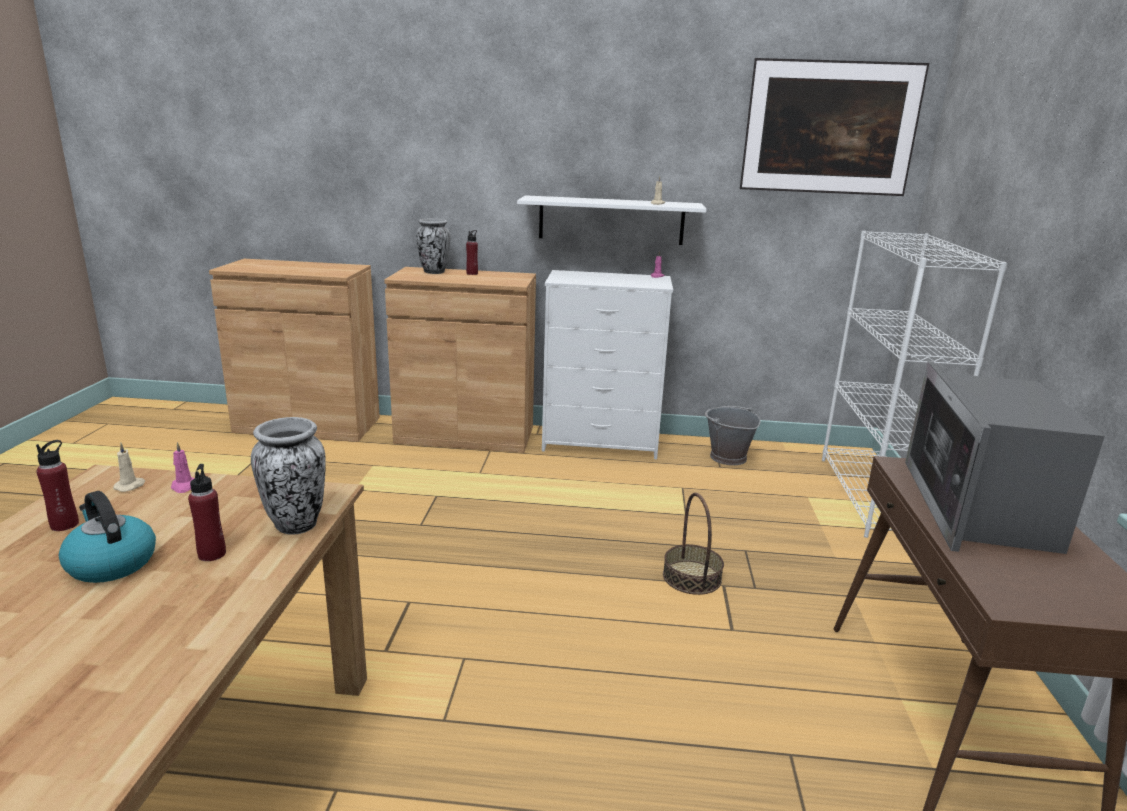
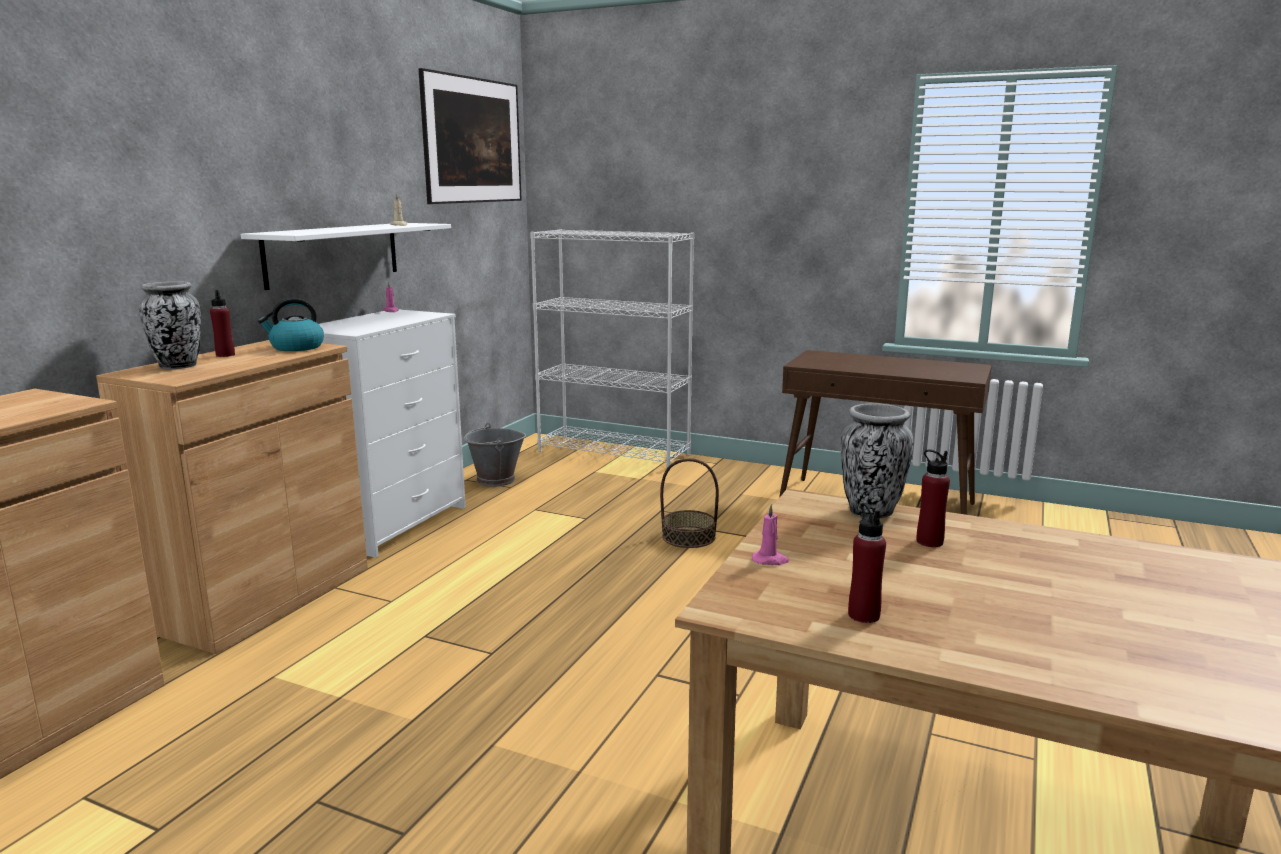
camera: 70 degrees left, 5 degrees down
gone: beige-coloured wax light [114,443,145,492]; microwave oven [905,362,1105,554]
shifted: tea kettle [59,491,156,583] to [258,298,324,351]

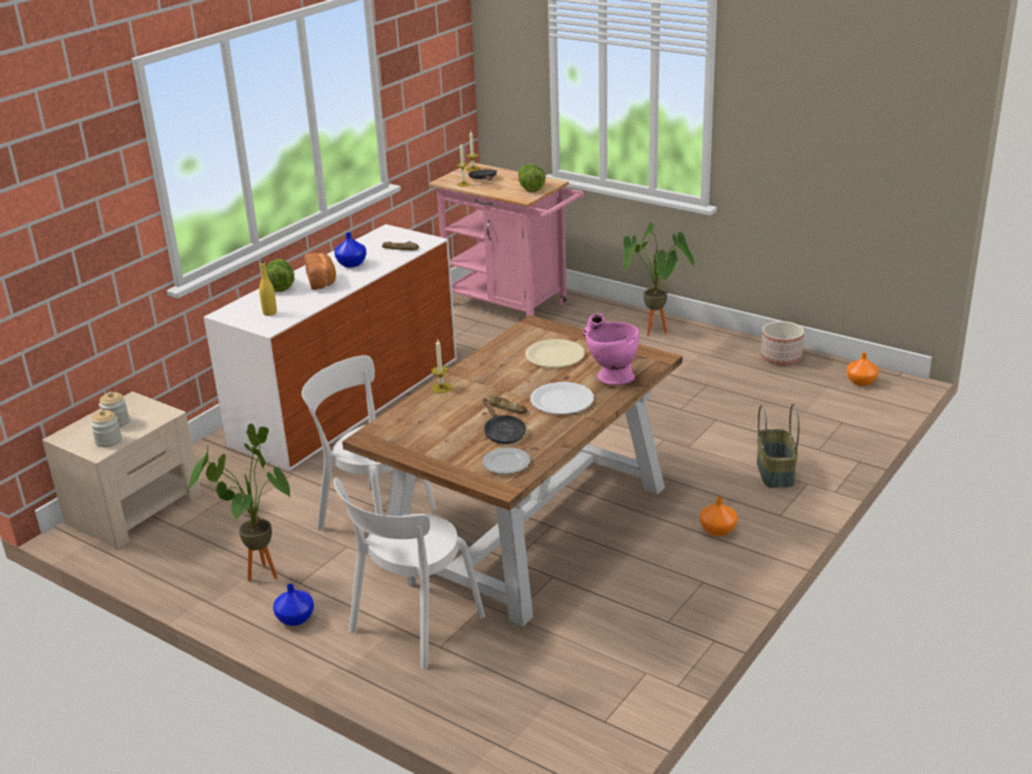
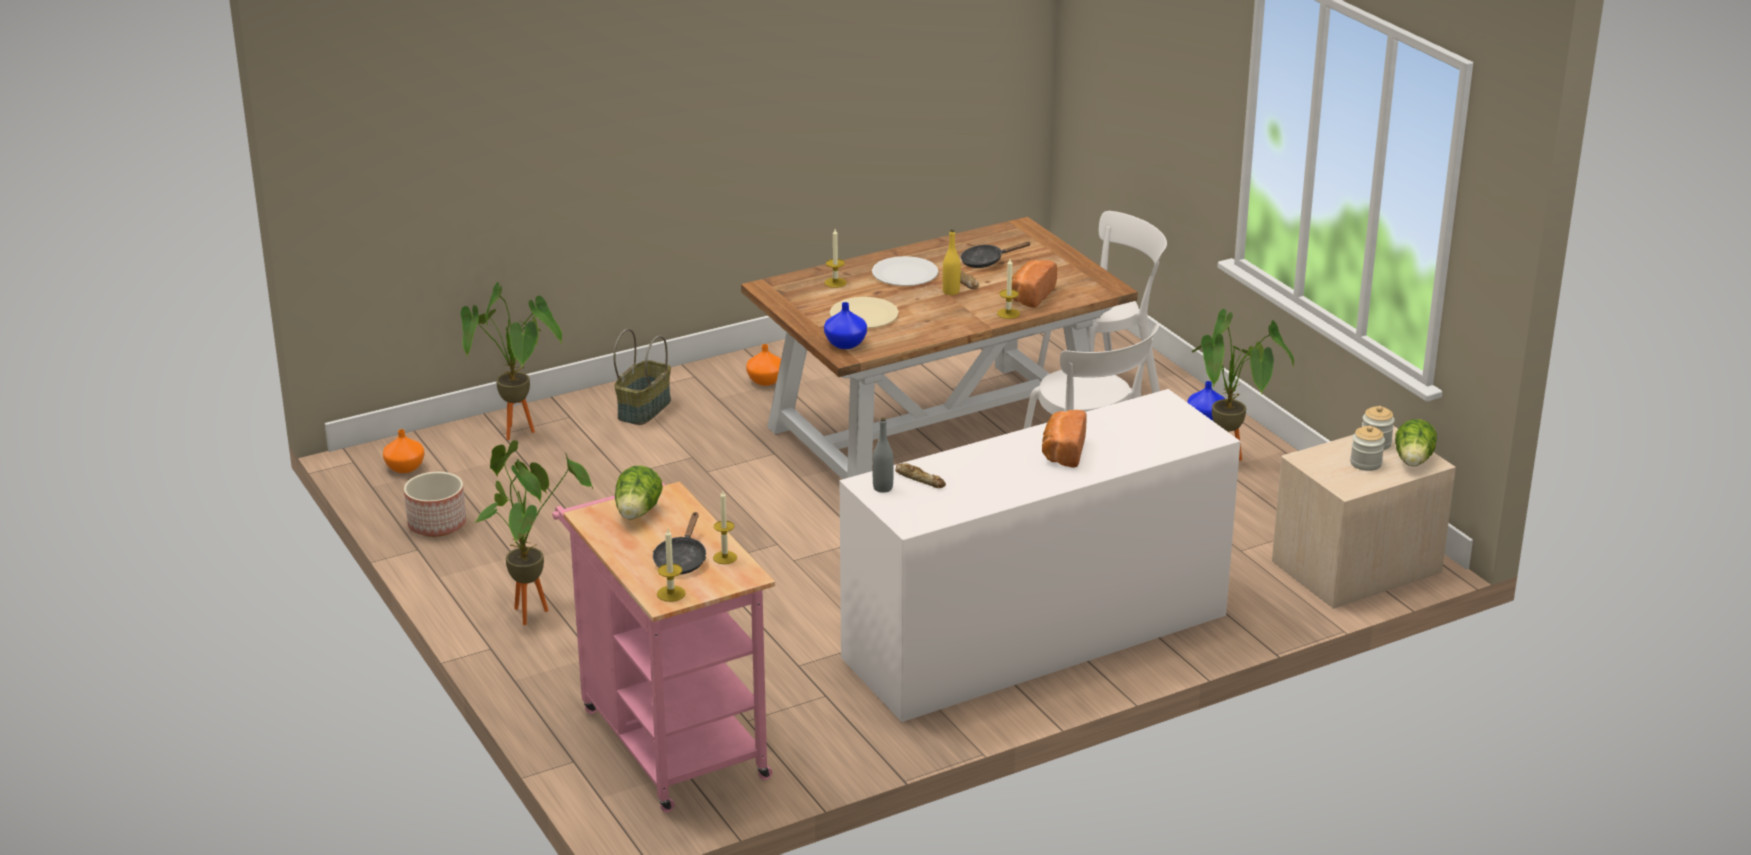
camera: 155 degrees left, 0 degrees up
gone: plate [483,448,531,474]
new: potted plant [460,282,562,440]; gray bottle [872,417,894,493]; bread [1012,260,1057,308]
shifted: blue-coloured decorative vase [334,232,367,268] to [824,302,867,349]; yellow bottle [259,261,277,316] to [943,229,961,295]; lettuce [266,259,294,292] to [1395,419,1437,467]
swapped: pink-coloured decorative vase [582,313,639,385] to wax light [824,229,847,288]
rotated: black-coloured skillet [483,398,526,444] = [961,242,1030,268] 105 degrees counterclockwise

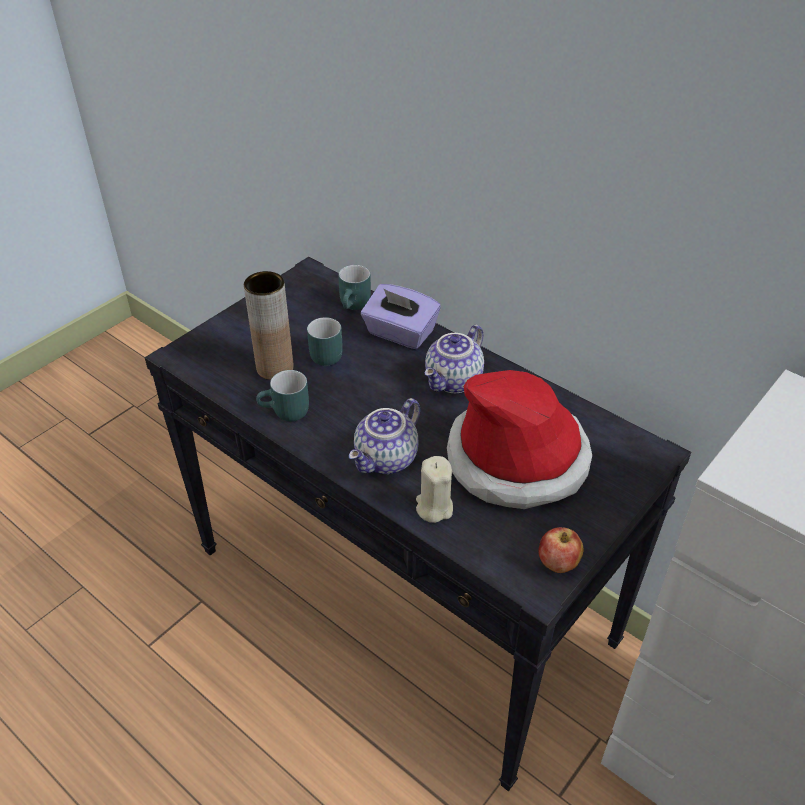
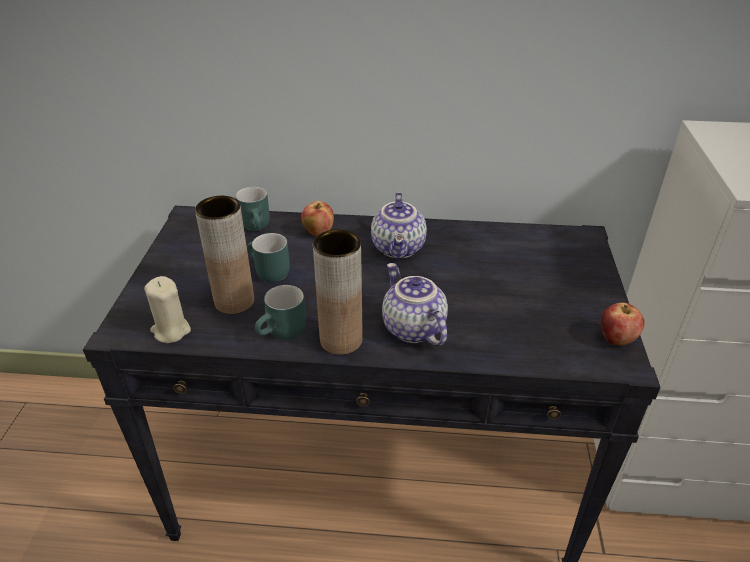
camera: 35 degrees left, 5 degrees down
gone: clothing hat [447,370,592,509]
new: brown decorative vase [313,229,363,355]
shifted: beige-coloured wax light [416,456,453,523] to [144,276,191,343]
swapped: purplish tissue box [361,284,441,349] to apple fruit [301,201,334,236]
rotated: tea pot [349,398,420,474] = [382,263,448,346] 150 degrees clockwise

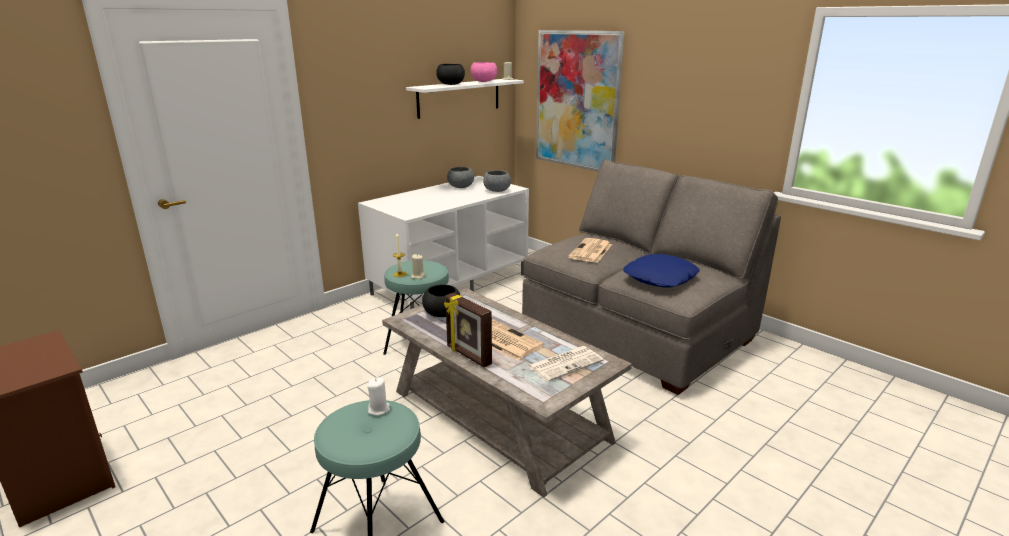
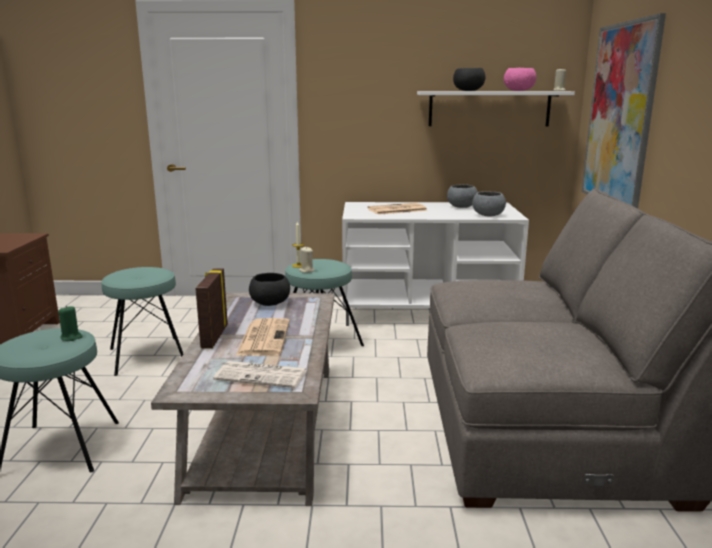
camera: 45 degrees right, 5 degrees down
gone: blue-coloured throw pillow [623,254,700,288]
new: turquoise-coloured sitting stool [101,267,183,376]
shifted: daily paper [568,238,612,263] to [367,203,428,215]
repainted: white-coloured wax light [367,377,390,415] to greenish wax light [58,305,83,341]

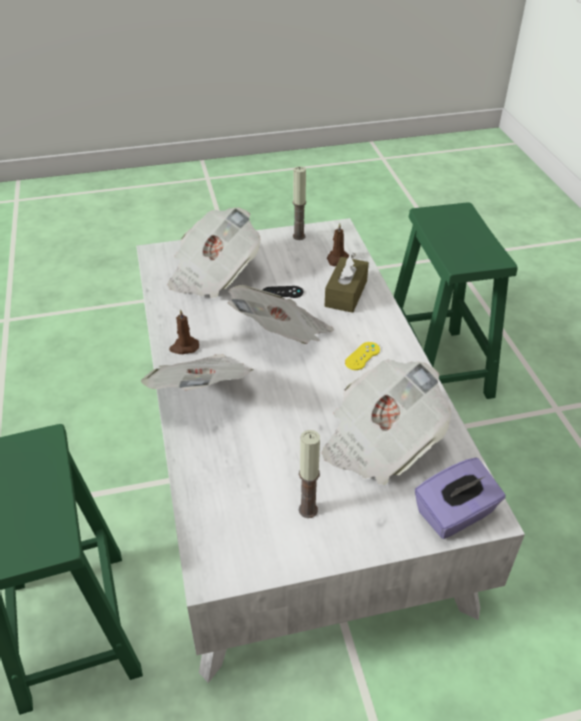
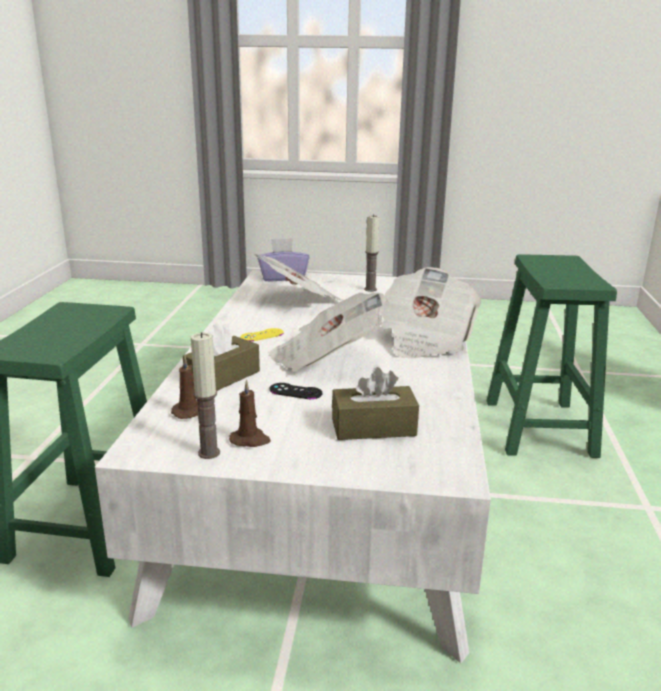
camera: 160 degrees left, 20 degrees down
shifted: brown wax light [169,309,199,354] to [229,380,271,447]
swapped: daily paper [168,208,260,298] to brown tissue box [332,367,419,440]

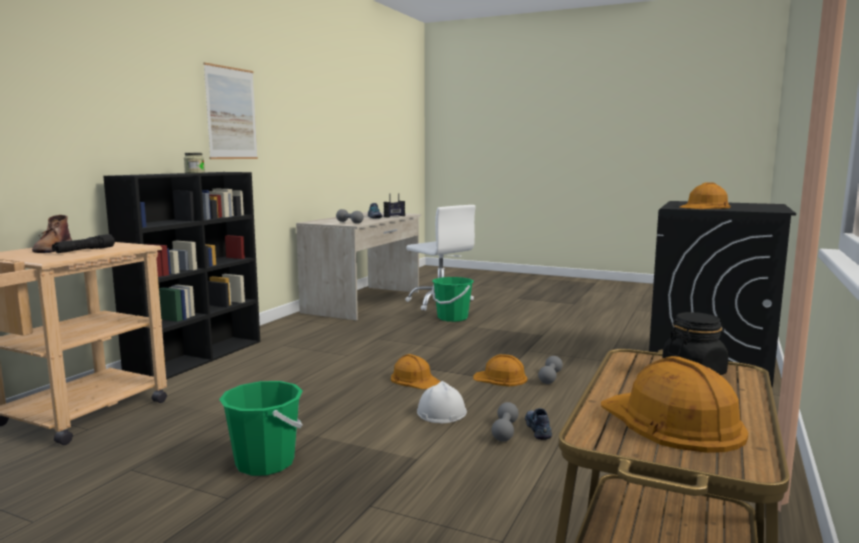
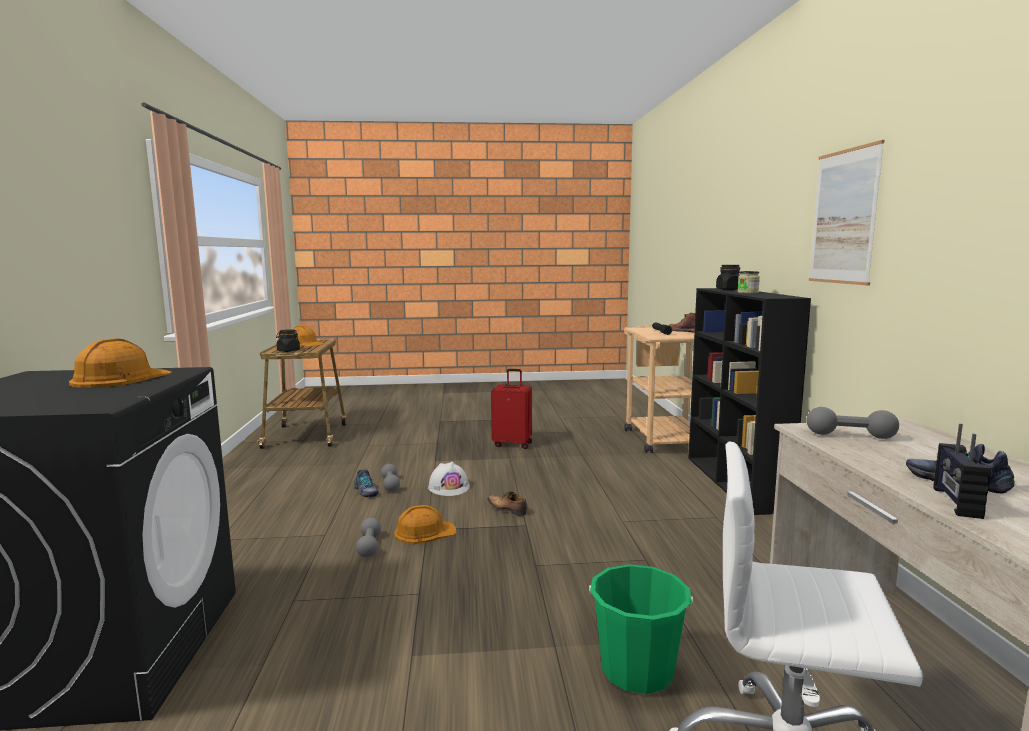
camera: 150 degrees right, 0 degrees up
new: black-coloured storage jar [716,265,740,290]
swapped: orange-coloured safety helmet [391,354,441,389] to shoe [487,491,527,516]; greenish water bucket [219,381,303,476] to red-coloured piece of luggage [491,369,532,449]

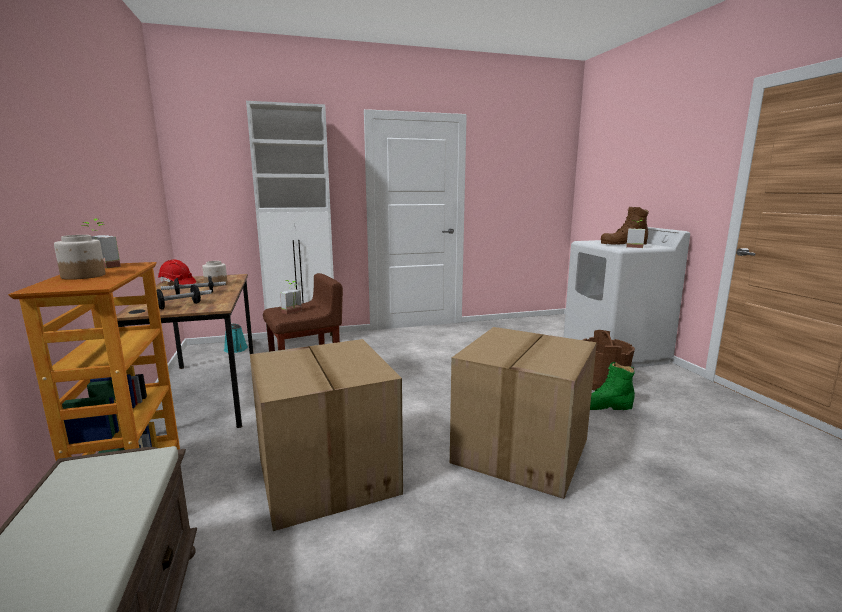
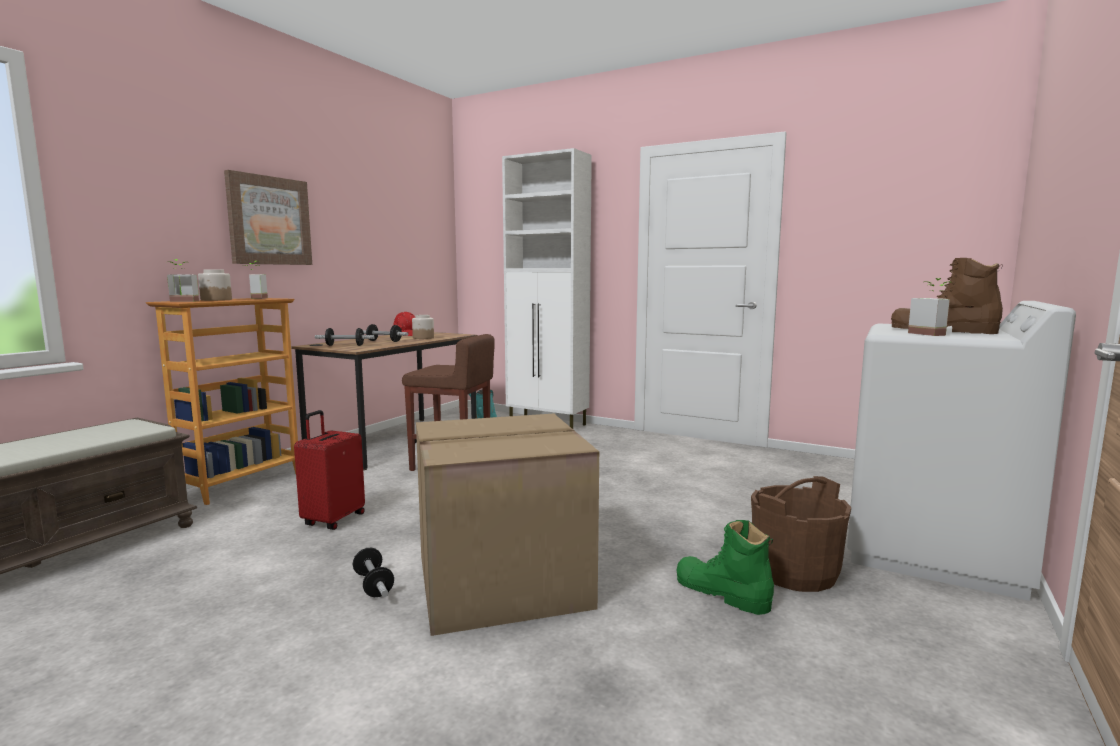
camera: 45 degrees right, 5 degrees down
new: picture [224,170,312,265]; dumbbell [353,548,394,597]
shifted: potted plant [280,280,302,314] to [167,259,199,302]
swapped: carton [250,339,403,531] to red-coloured piece of luggage [294,410,365,530]

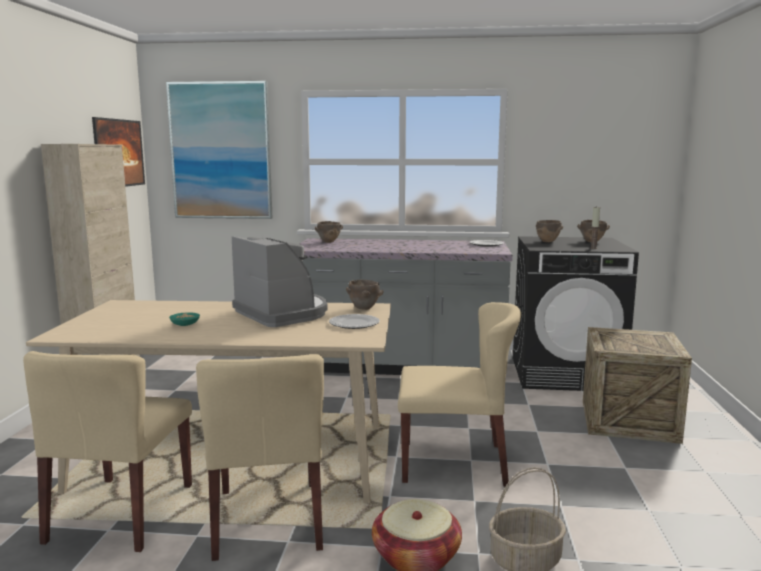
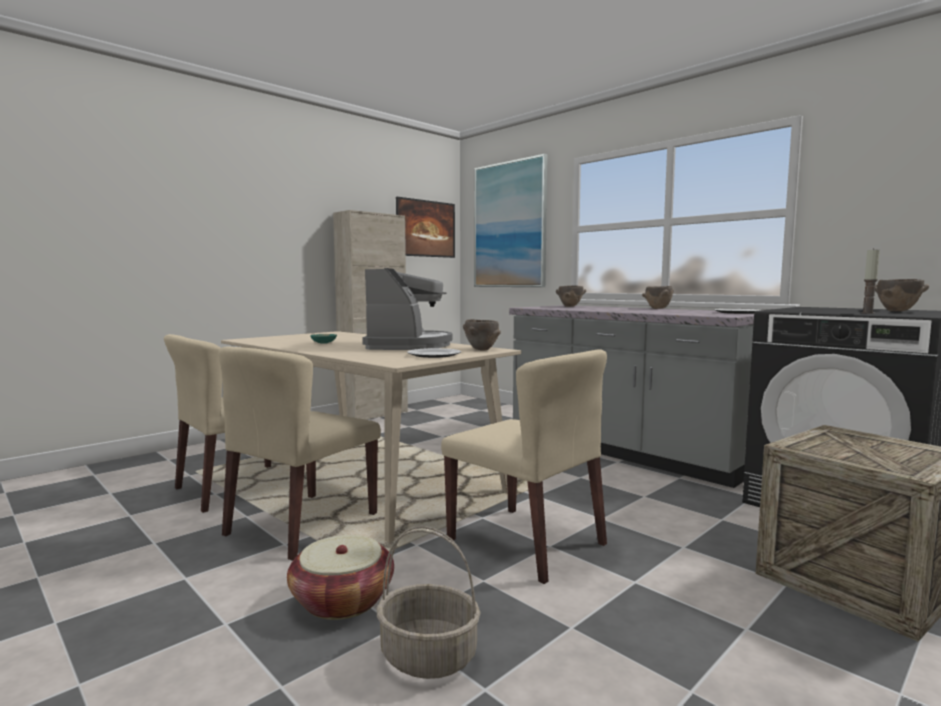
camera: 40 degrees right, 5 degrees down
shifted: brown bowl [536,220,563,242] to [642,286,674,309]

